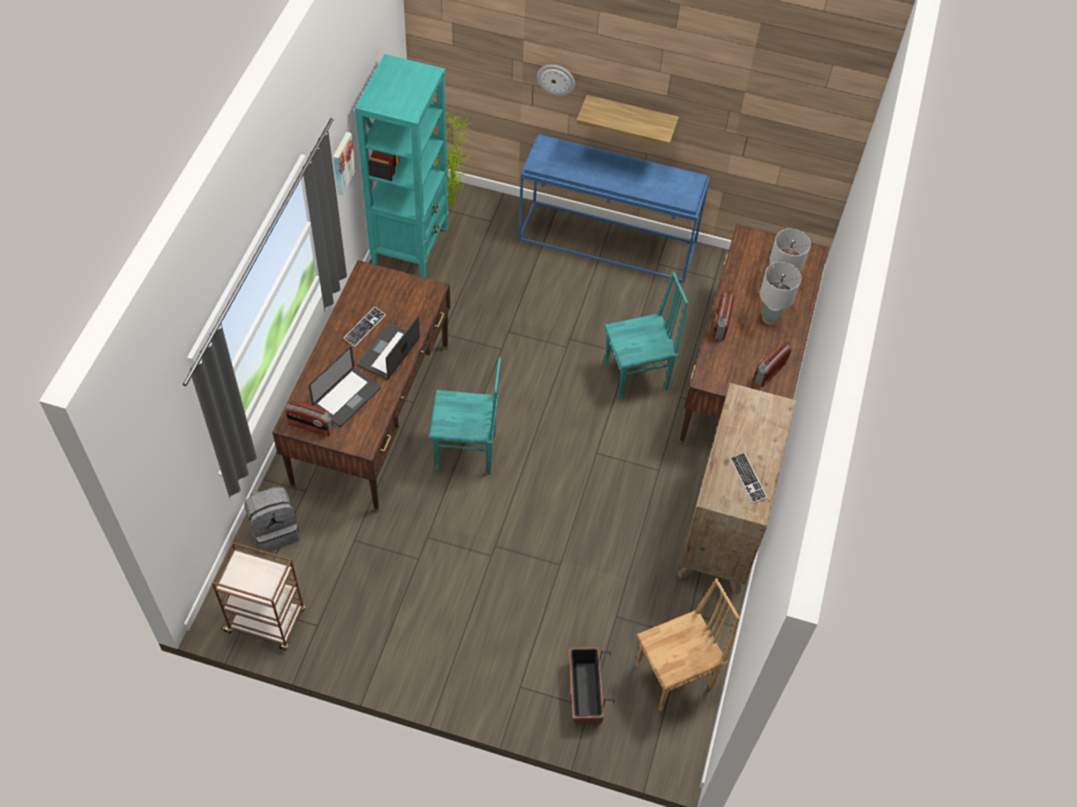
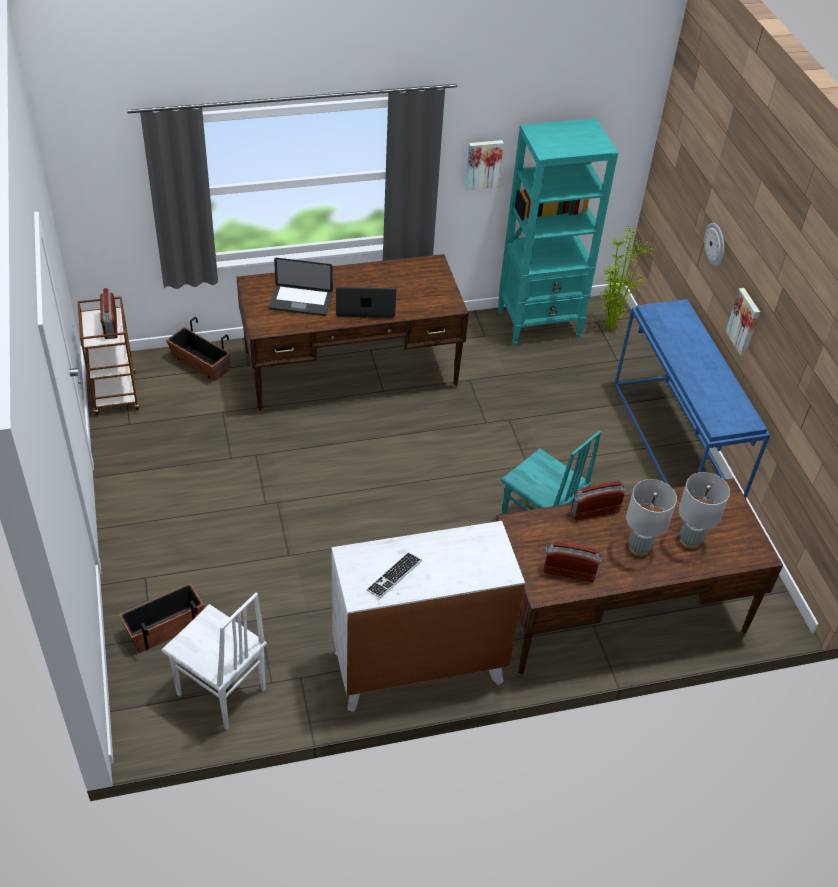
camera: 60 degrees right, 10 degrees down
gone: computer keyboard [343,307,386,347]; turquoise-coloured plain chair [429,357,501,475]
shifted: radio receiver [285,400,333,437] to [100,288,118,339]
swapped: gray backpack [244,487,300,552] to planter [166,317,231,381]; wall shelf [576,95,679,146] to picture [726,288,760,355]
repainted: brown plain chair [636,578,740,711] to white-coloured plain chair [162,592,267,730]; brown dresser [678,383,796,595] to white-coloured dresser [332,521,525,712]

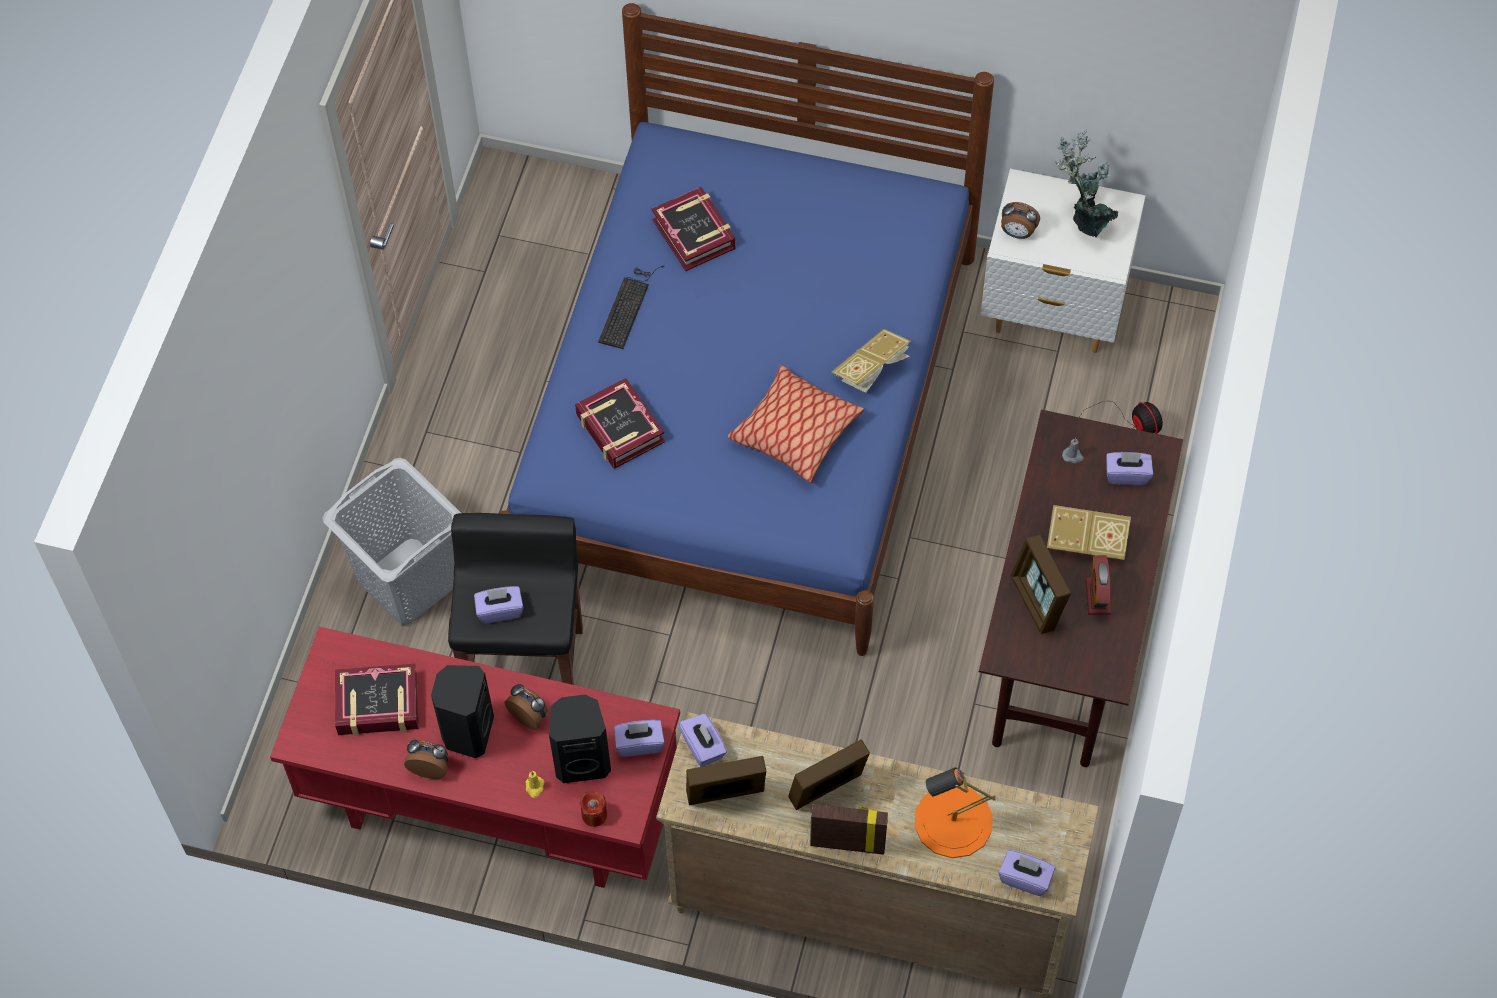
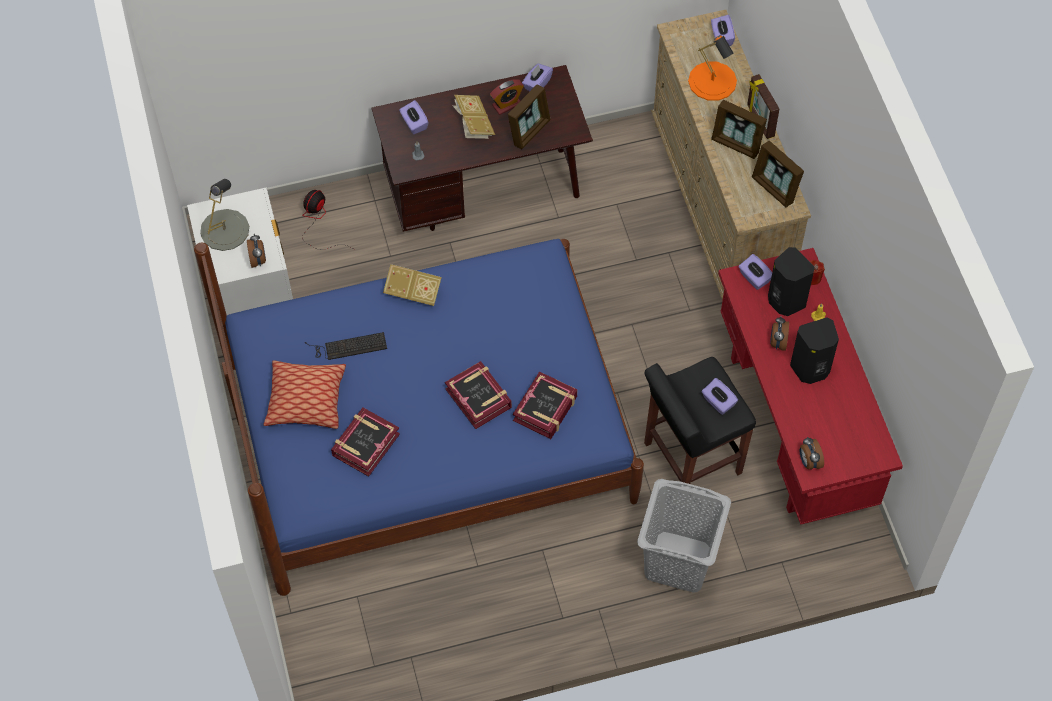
camera: 120 degrees left, 0 degrees up
shifted: throw pillow [728,365,864,483] to [264,360,346,429]; computer keyboard [598,265,665,349] to [305,332,387,360]; bound book [335,664,419,736] to [445,361,512,429]; purplish tissue box [678,714,727,767] to [522,64,553,91]; bedside clock [404,740,448,779] to [799,437,824,470]
swapped: potted plant [1054,129,1118,237] to gray table lamp [200,179,249,251]

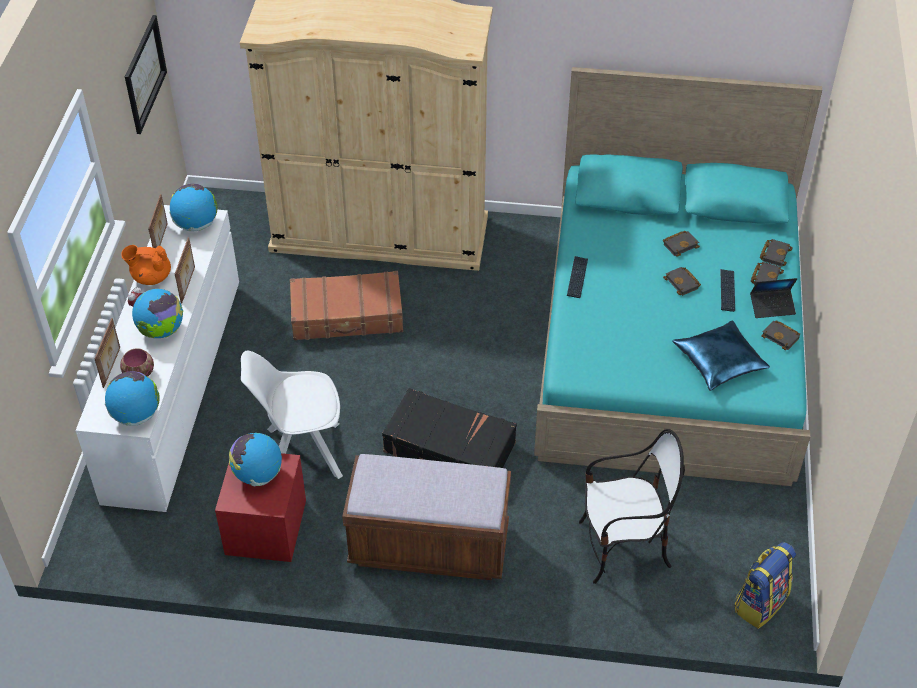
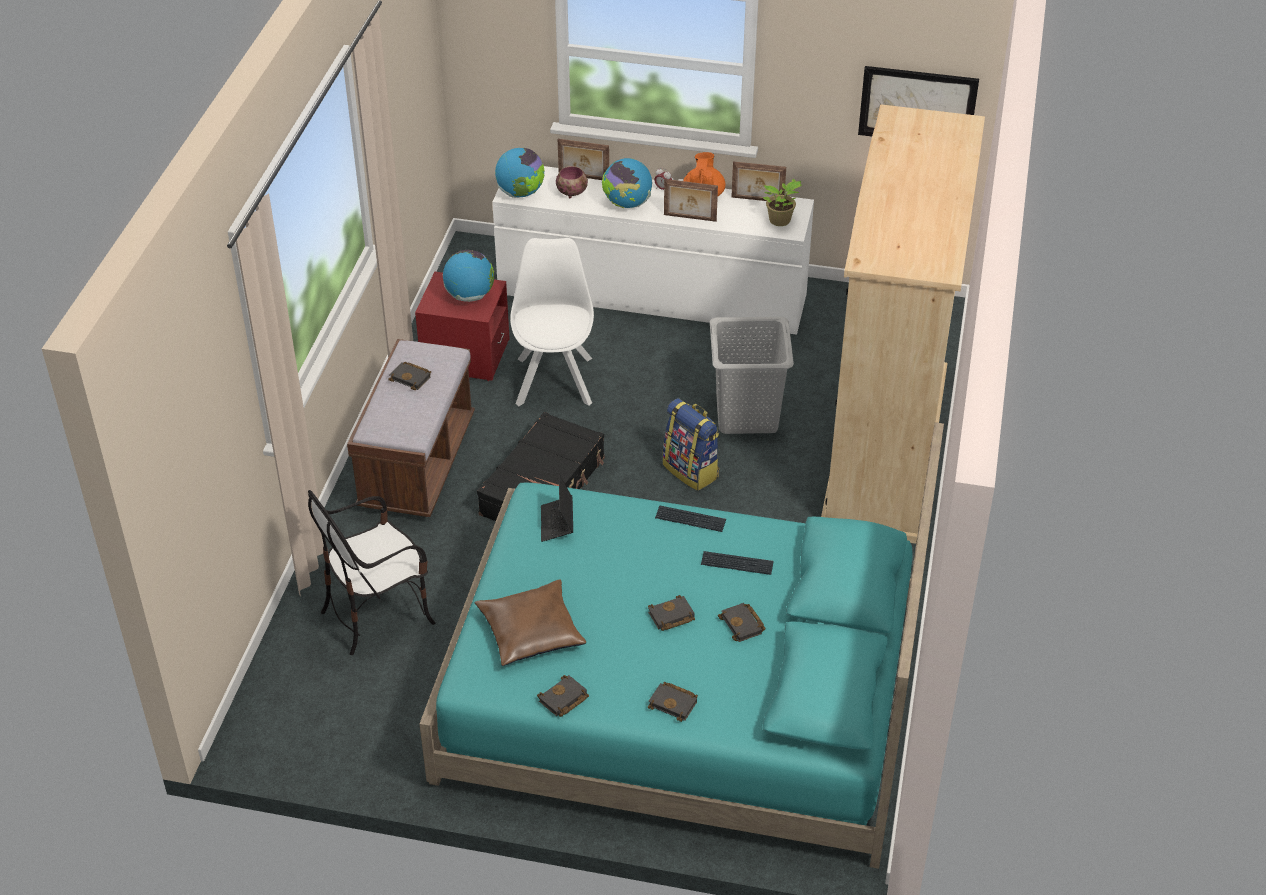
camera: 95 degrees right, 5 degrees down
shifted: black-coloured bound book [760,239,793,267] to [388,362,431,390]; portable computer [750,278,797,318] to [541,475,573,542]; backpack [735,542,796,629] to [663,398,719,491]; computer keyboard [720,269,735,312] to [701,551,774,575]
swapped: brown piece of luggage [290,271,403,340] to gray hamper [710,317,794,434]; desk globe [170,184,218,232] to potted plant [763,179,802,226]
repainted: blue-coloured throw pillow [672,321,770,391] to brown throw pillow [475,579,586,666]
rotated: plain chair [579,429,685,584] = [308,490,435,655] 60 degrees clockwise

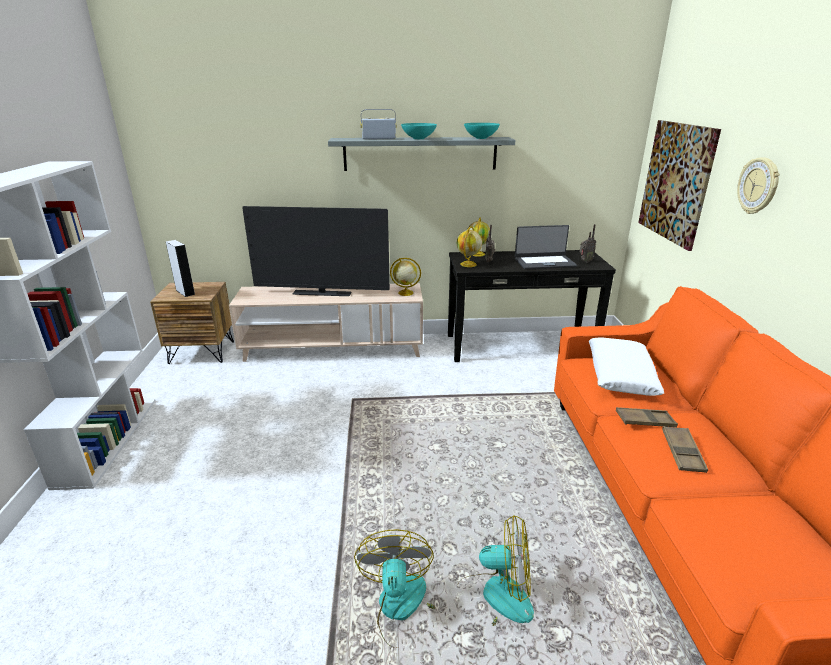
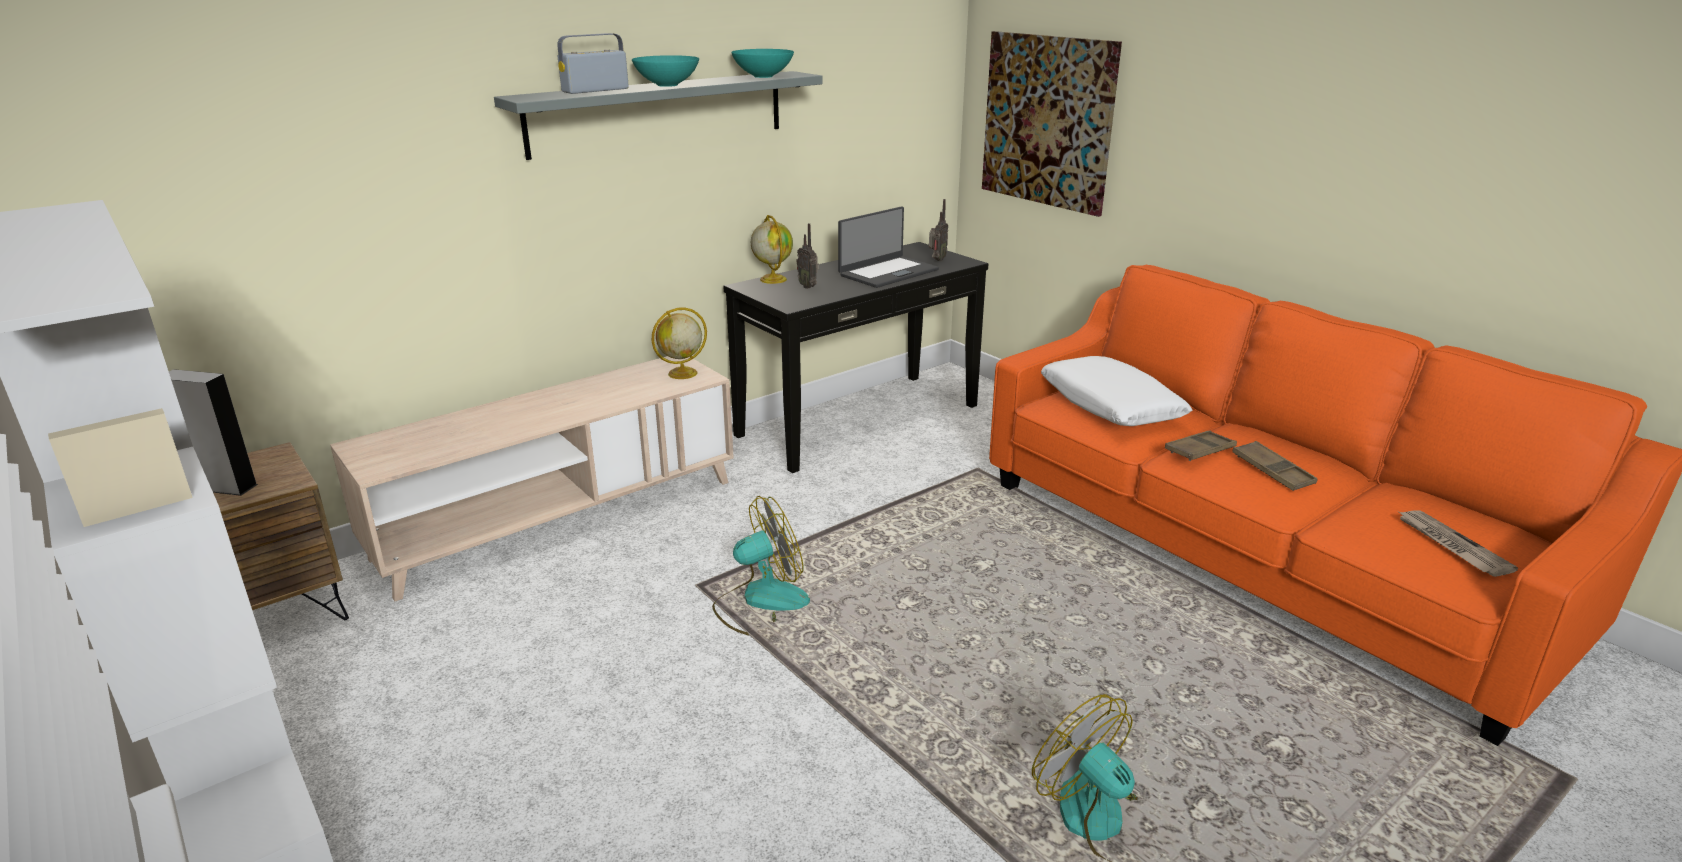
camera: 35 degrees left, 0 degrees up
gone: TV [242,206,390,296]; desk globe [457,226,482,267]; hanging clock [737,157,780,214]
new: daily paper [1399,510,1518,577]
shifted: cooling fan [457,515,534,626] to [712,496,810,636]

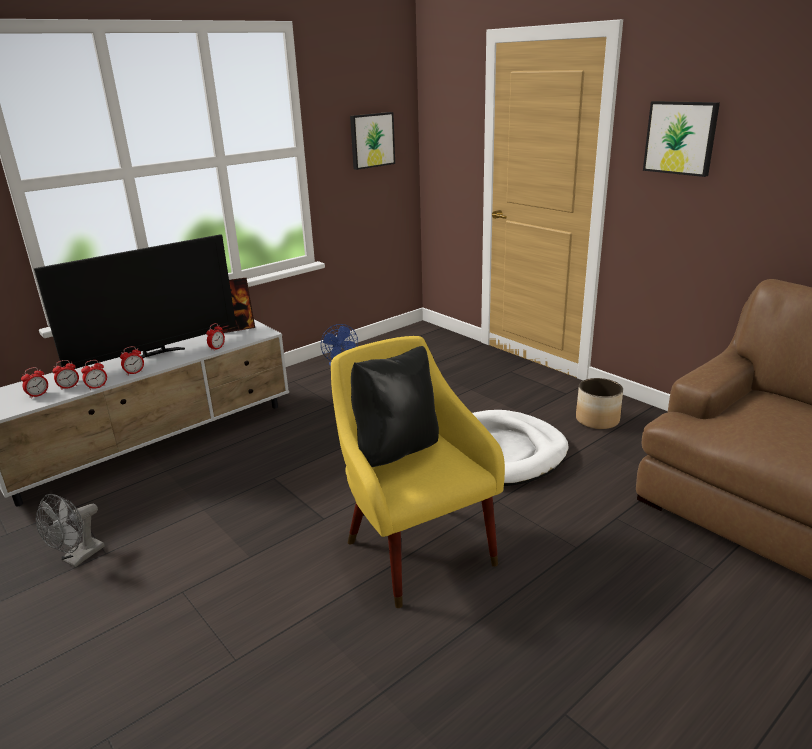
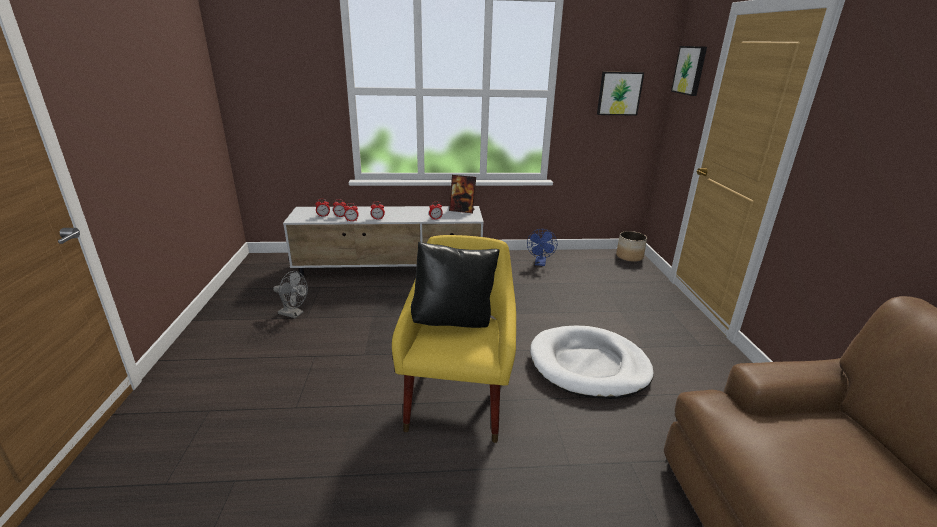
camera: 35 degrees right, 0 degrees up
gone: TV [34,234,236,369]
shifted: planter [576,378,623,429] to [616,231,647,262]; picture [643,101,720,177] to [671,46,707,96]
rotated: gray cooling fan [36,494,105,567] = [273,271,308,318] 135 degrees counterclockwise

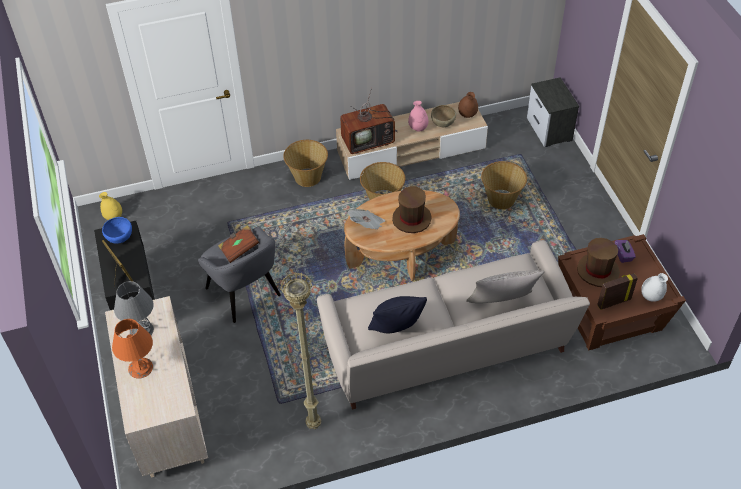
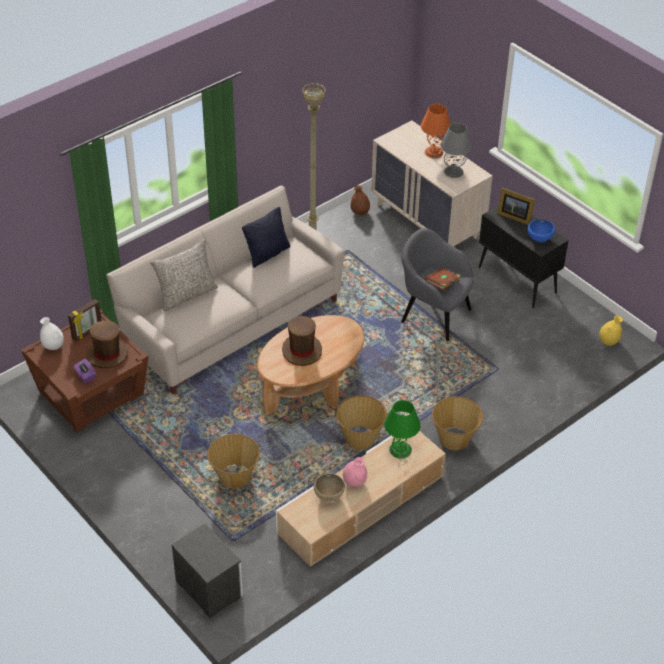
camera: 155 degrees right, 5 degrees down
gone: daily paper [348,209,386,230]
shifted: brown decorative vase [458,92,478,118] to [351,186,370,215]
swapped: TV [340,87,398,154] to greenish table lamp [384,400,421,459]

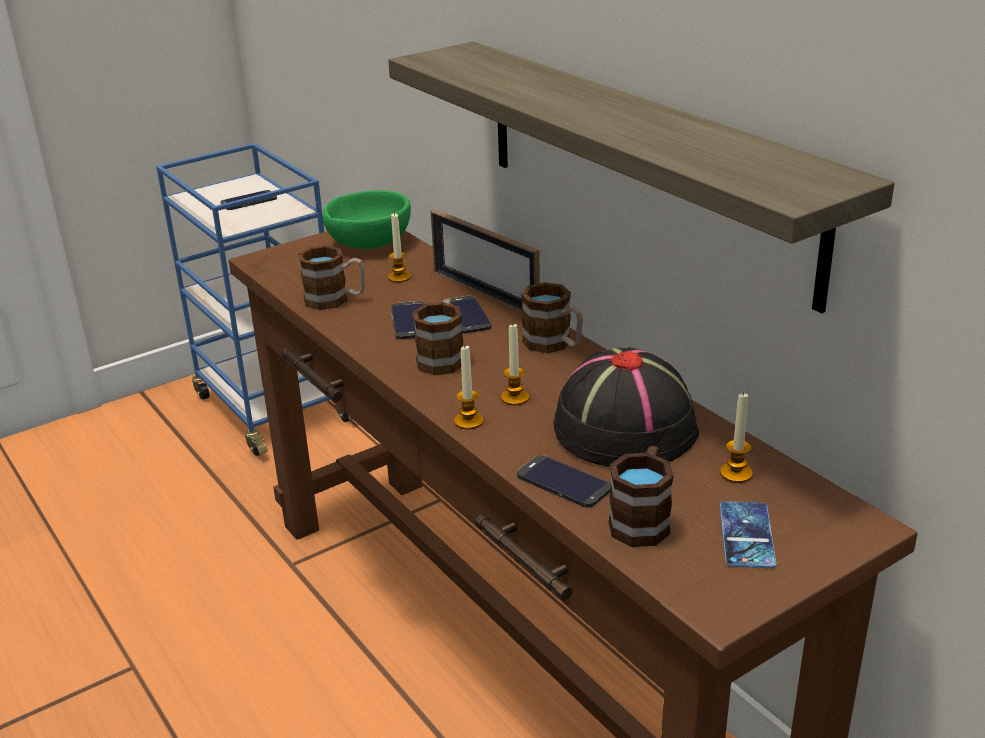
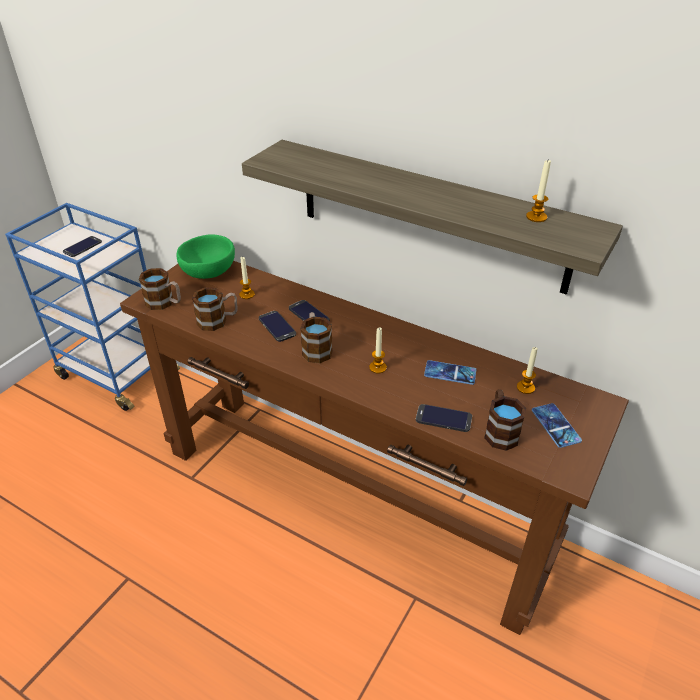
camera: 25 degrees left, 10 degrees up
gone: photo frame [431,209,540,312]
shifted: coffee mug [521,282,583,353] to [139,268,181,310]; wax light [454,346,484,429] to [526,160,551,222]
swapped: black-coloured clothing hat [554,347,699,467] to telephone [424,360,477,385]

